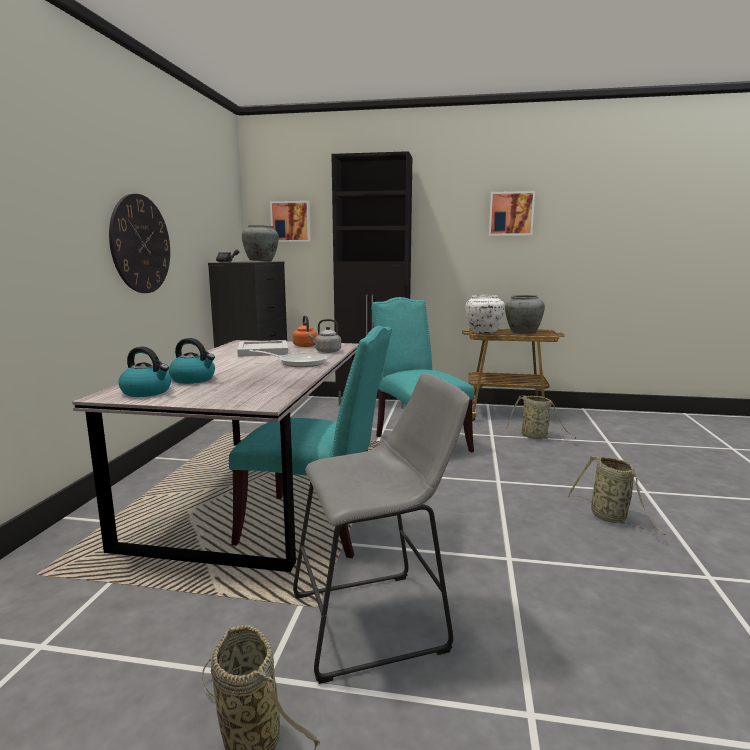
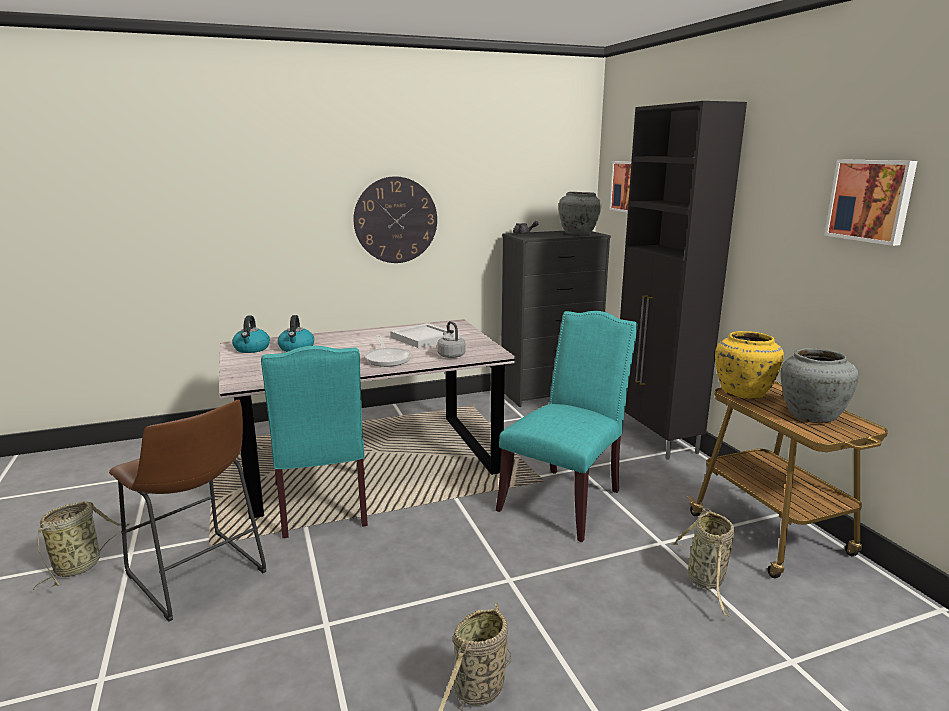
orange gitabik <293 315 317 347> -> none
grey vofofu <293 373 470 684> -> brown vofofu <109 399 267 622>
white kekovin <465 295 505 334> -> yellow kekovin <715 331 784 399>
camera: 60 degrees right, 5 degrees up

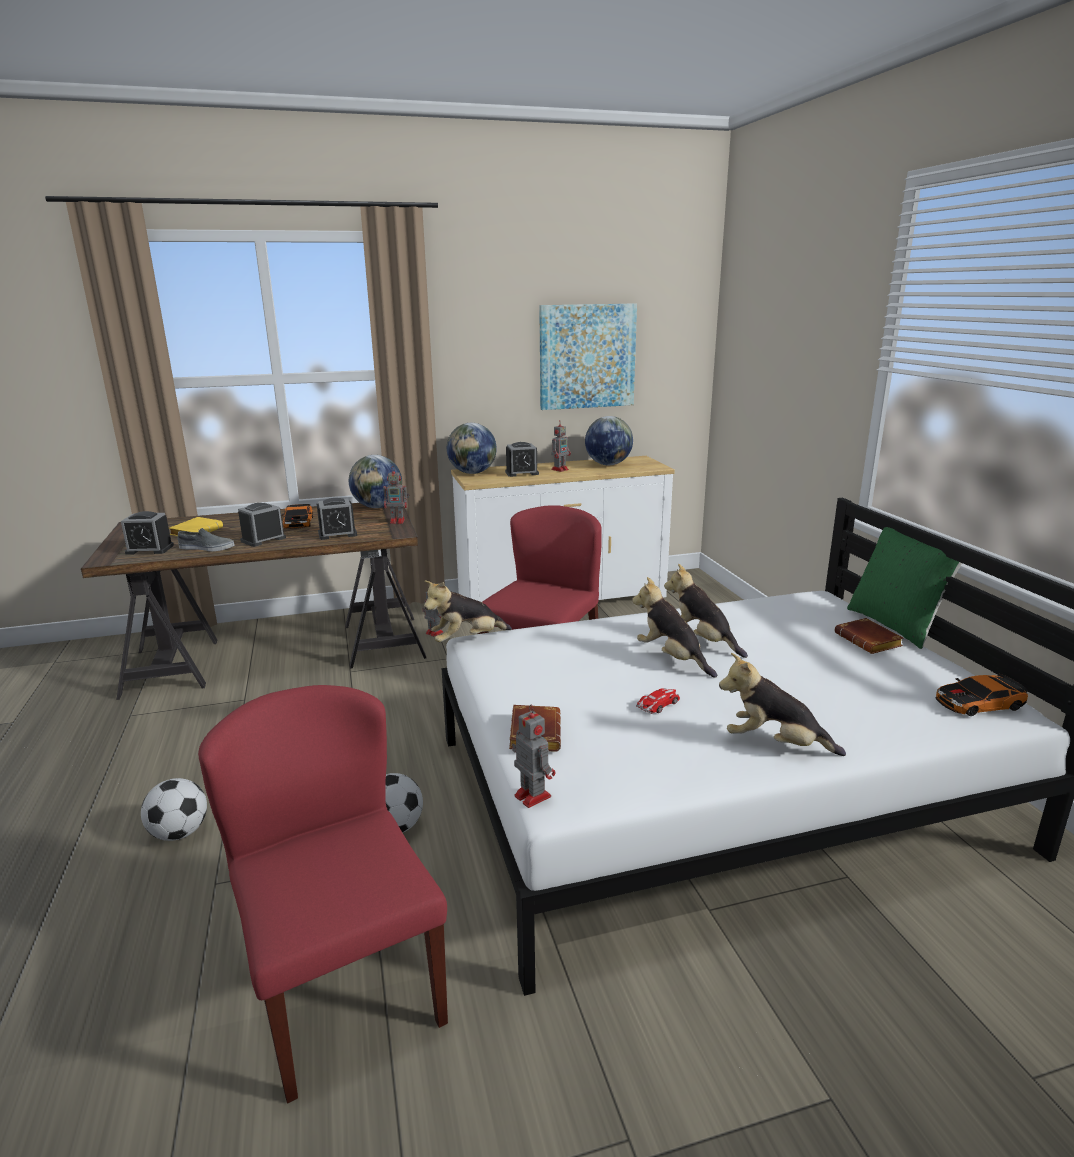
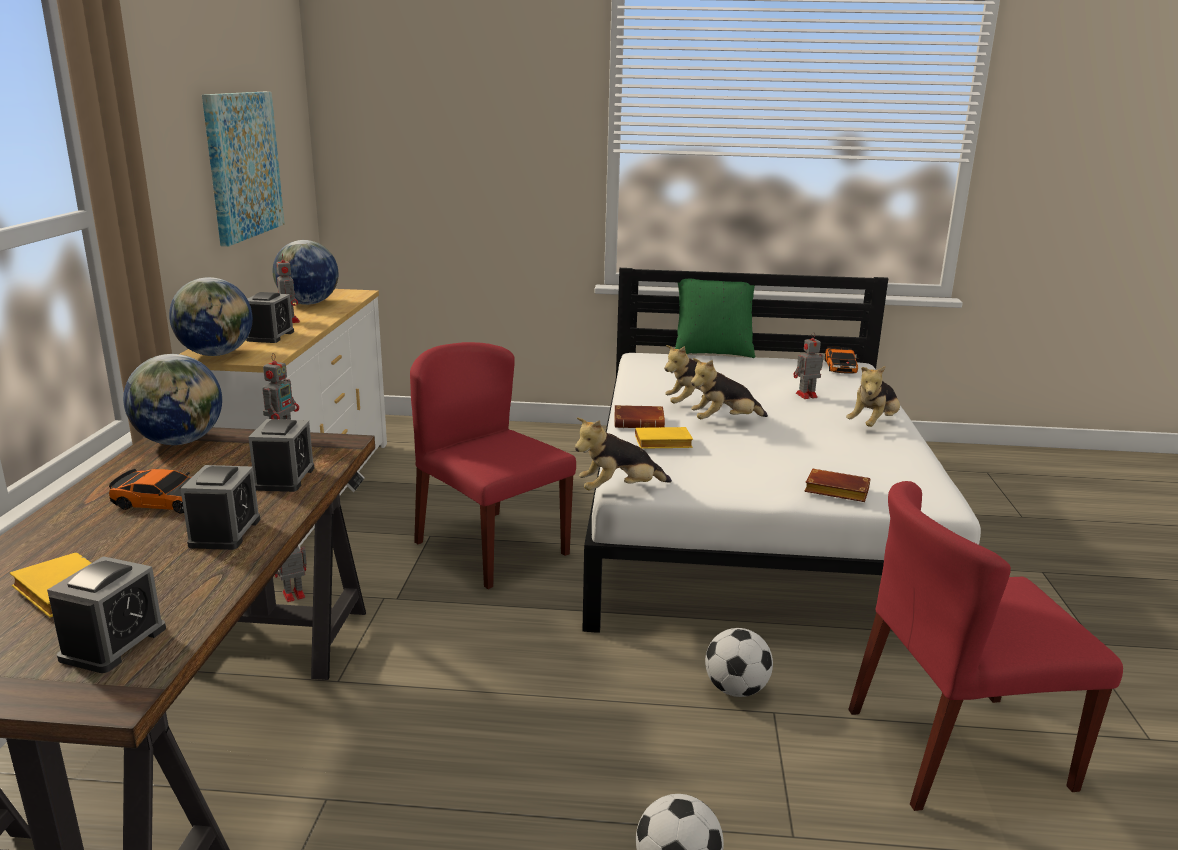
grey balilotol <177 528 235 551> -> none
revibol <238 503 286 547> -> revibol <180 465 260 550>, 150 degrees counterclockwise
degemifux <424 580 512 642> -> degemifux <575 417 672 490>, 75 degrees clockwise
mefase <512 705 555 808> -> mefase <793 332 824 399>, relocated
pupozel <636 688 680 714> -> none
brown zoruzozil <835 618 904 654> -> brown zoruzozil <614 405 665 428>, relocated
none -> yellow zoruzozil <635 427 693 449>
camera: 70 degrees left, 0 degrees up

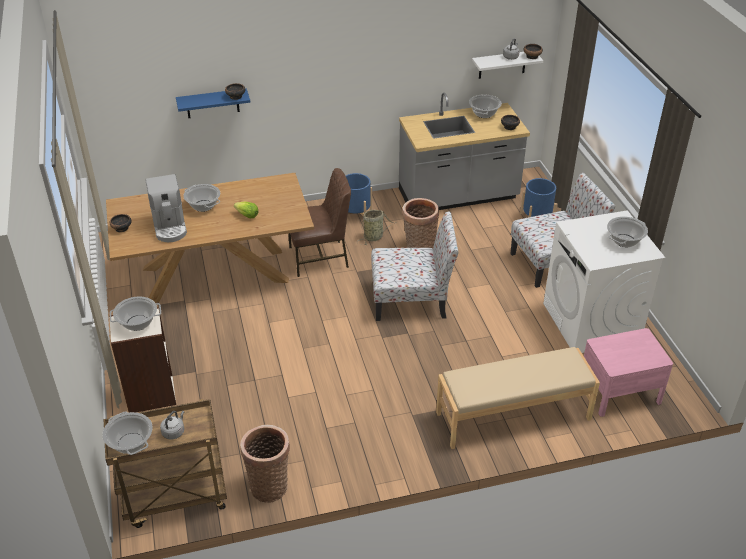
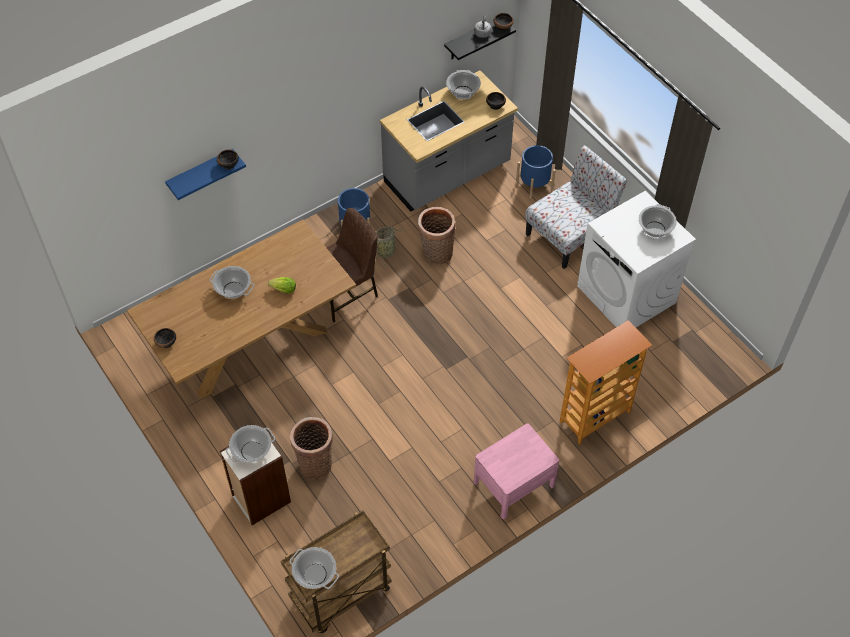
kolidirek <145 174 187 242> -> none
grey gitabik <160 411 184 439> -> none
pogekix <240 425 290 503> -> pogekix <290 417 333 480>, relocated
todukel <371 212 459 321> -> none
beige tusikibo <436 347 600 449> -> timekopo <560 320 652 445>
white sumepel <472 52 543 79> -> black sumepel <444 21 516 60>
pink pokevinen <584 328 673 417> -> pink pokevinen <474 424 559 520>, relocated
camera: 20 degrees left, 15 degrees up

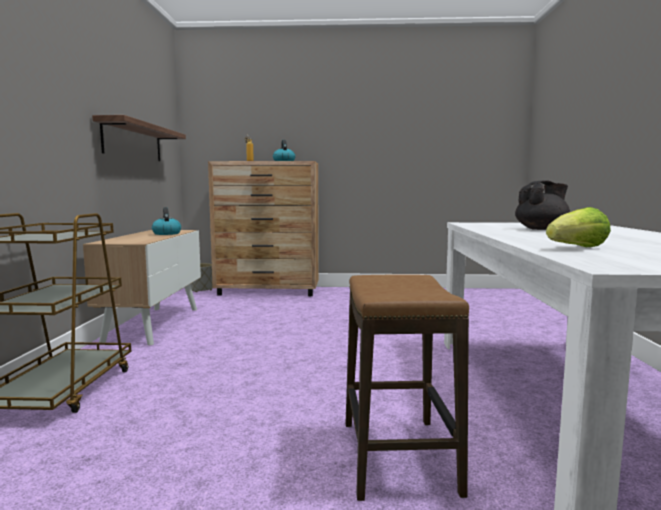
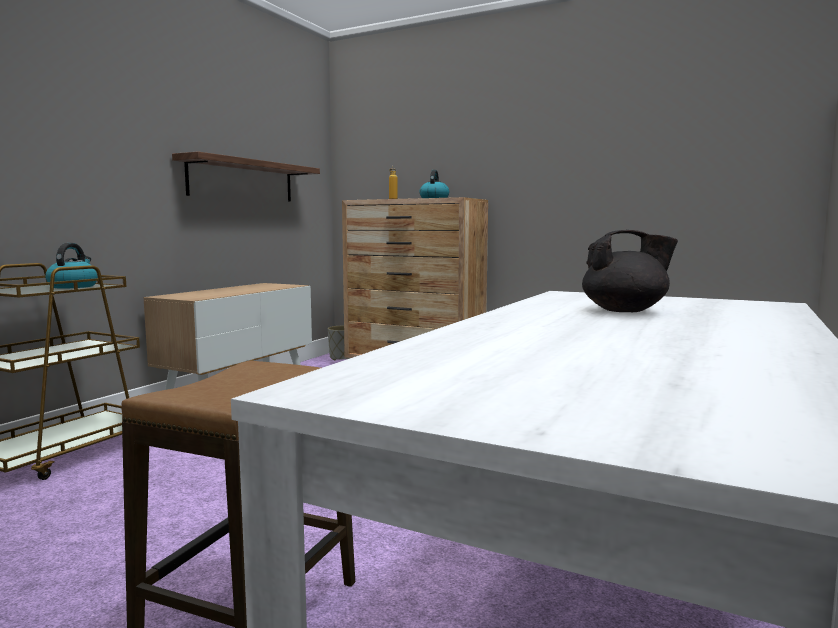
gitabik <152 207 181 235> -> gitabik <45 243 98 288>, relocated
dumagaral <546 207 611 247> -> none
camera: 25 degrees right, 0 degrees up

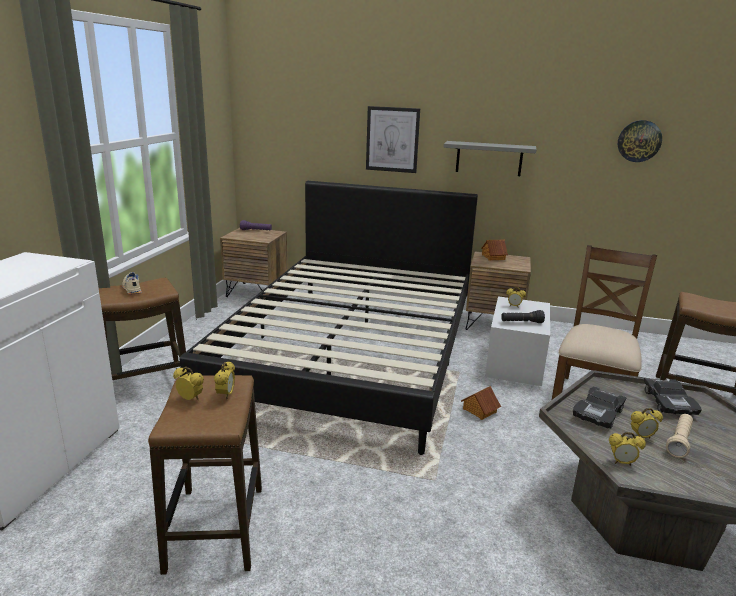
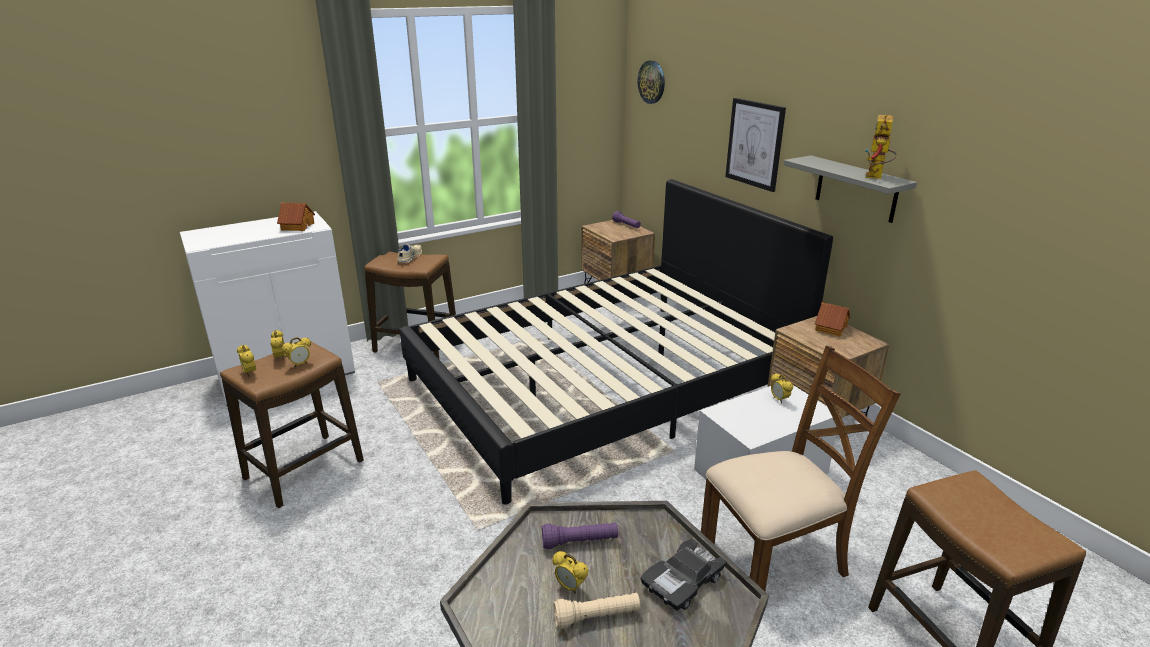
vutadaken <461 386 501 420> -> vutadaken <277 202 315 231>, relocated
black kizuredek <501 310 545 323> -> none
black pupozel <573 386 627 429> -> purple kizuredek <542 523 618 549>
revibol <609 432 646 466> -> revibol <237 345 256 376>, relocated
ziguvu <618 120 662 162> -> ziguvu <638 60 665 104>, relocated
none -> mefase <865 115 897 179>
camera: 45 degrees right, 5 degrees up

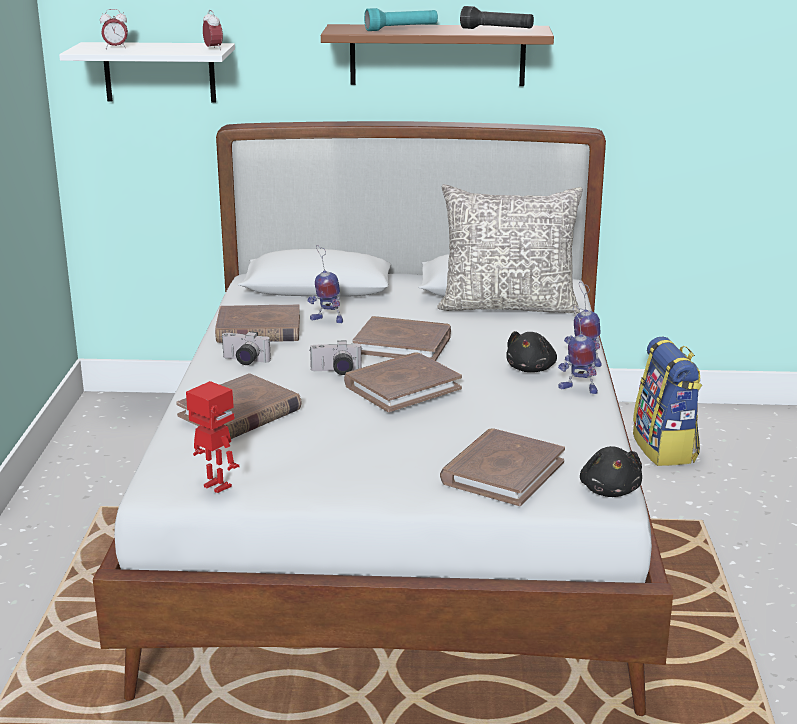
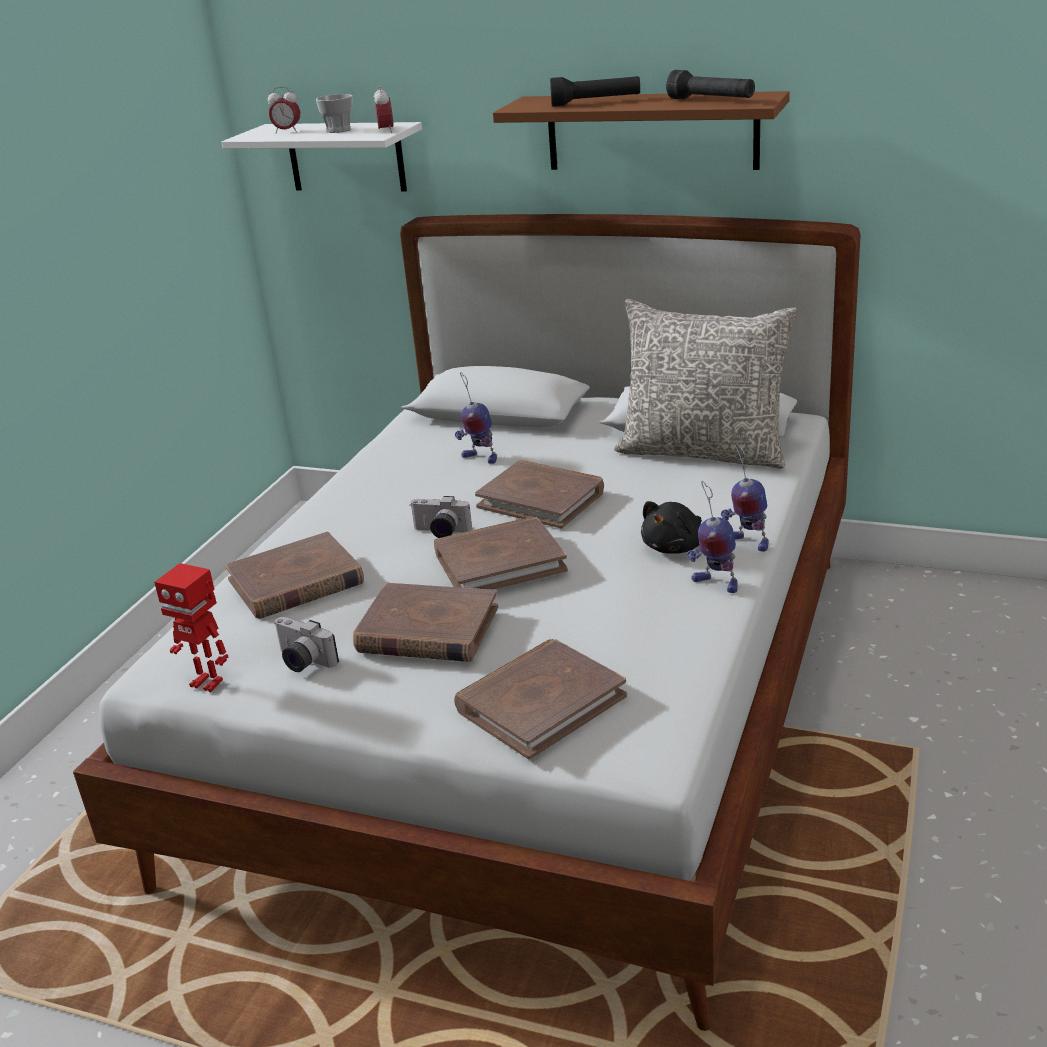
mefase <186 381 239 493> -> mefase <154 563 228 692>, 150 degrees clockwise
brown zoruzozil <215 304 300 343> -> brown zoruzozil <353 583 498 662>, relocated
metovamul <221 331 271 365> -> metovamul <274 617 339 672>, relocated
turquoise kizuredek <364 8 438 31> -> black kizuredek <550 76 640 106>
black degemifux <580 446 642 497> -> none
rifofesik <633 336 702 466> -> none
none -> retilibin <316 94 352 133>
camera: 20 degrees right, 5 degrees up

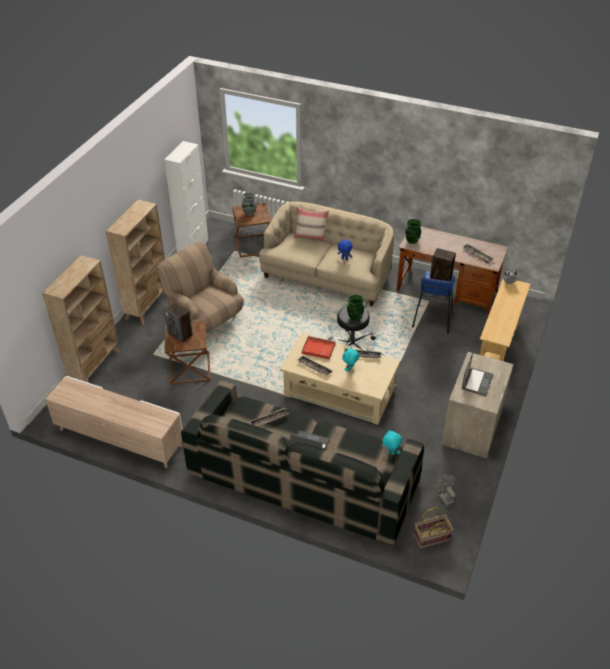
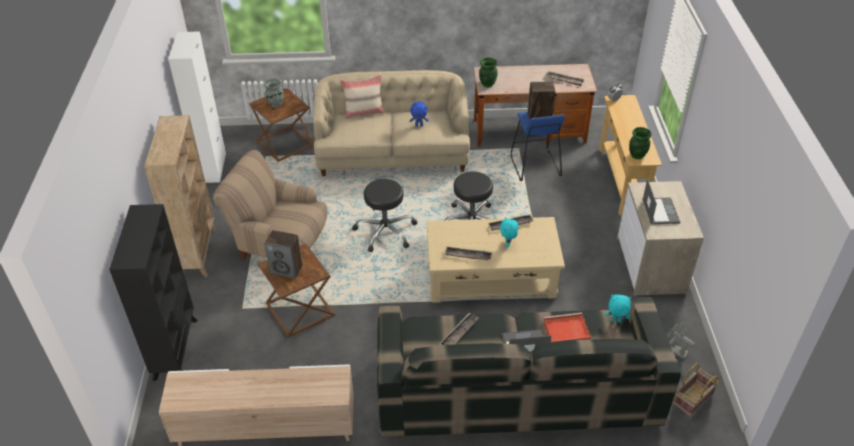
beige timekopo <42 255 120 383> -> black timekopo <109 204 198 382>
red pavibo <302 336 336 359> -> red pavibo <544 313 591 342>, relocated
green kekovin <347 295 364 321> -> green kekovin <629 127 652 159>, relocated
none -> black vofofu <352 179 418 252>
camera: 25 degrees left, 0 degrees up

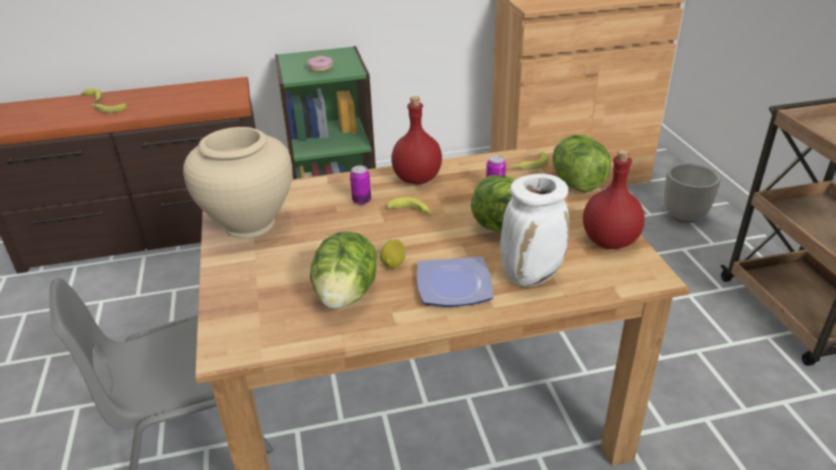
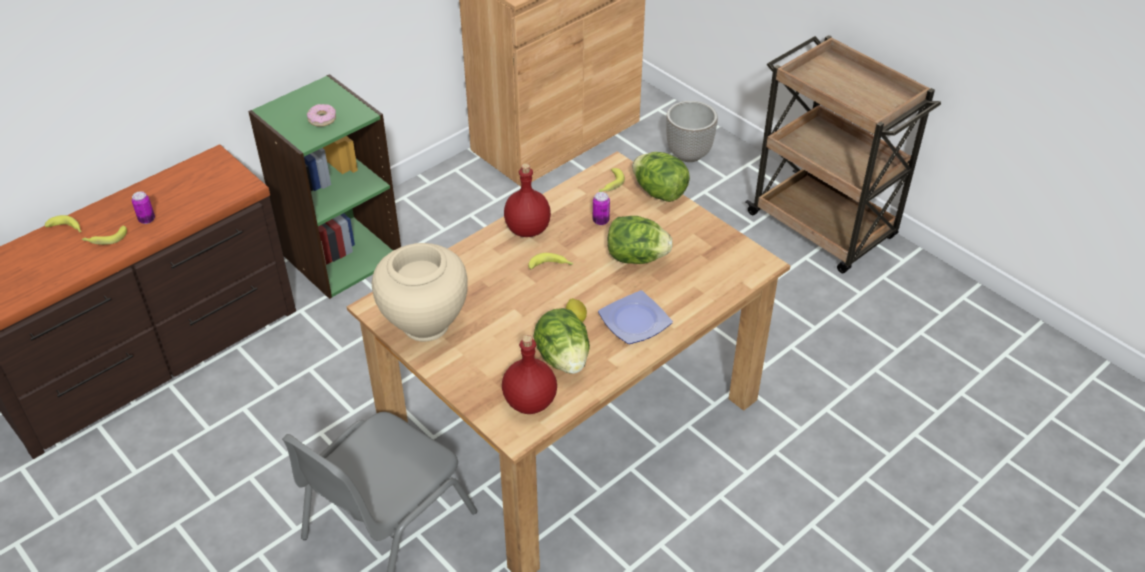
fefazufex <350 166 371 205> -> fefazufex <132 191 155 224>, relocated
white kekovin <500 174 569 287> -> none
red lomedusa <583 149 645 249> -> red lomedusa <502 335 557 414>, relocated
camera: 30 degrees left, 10 degrees up

